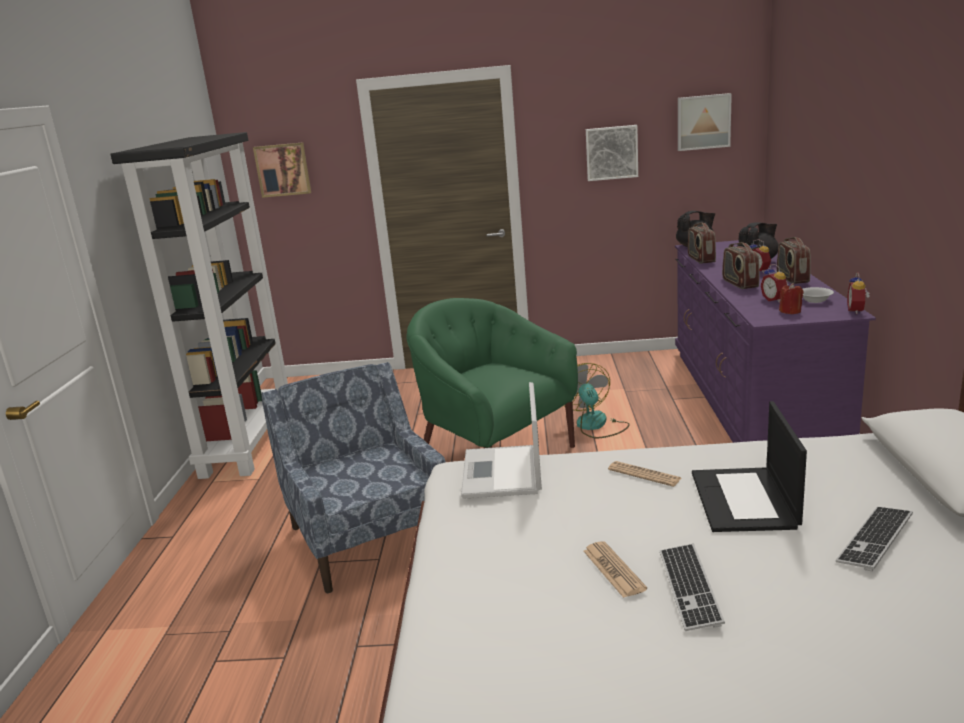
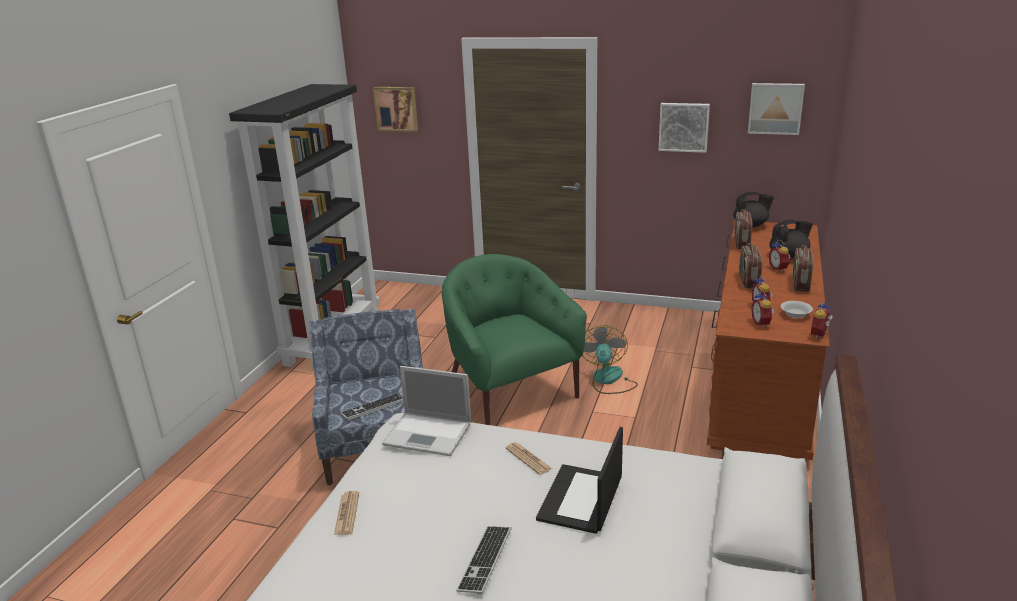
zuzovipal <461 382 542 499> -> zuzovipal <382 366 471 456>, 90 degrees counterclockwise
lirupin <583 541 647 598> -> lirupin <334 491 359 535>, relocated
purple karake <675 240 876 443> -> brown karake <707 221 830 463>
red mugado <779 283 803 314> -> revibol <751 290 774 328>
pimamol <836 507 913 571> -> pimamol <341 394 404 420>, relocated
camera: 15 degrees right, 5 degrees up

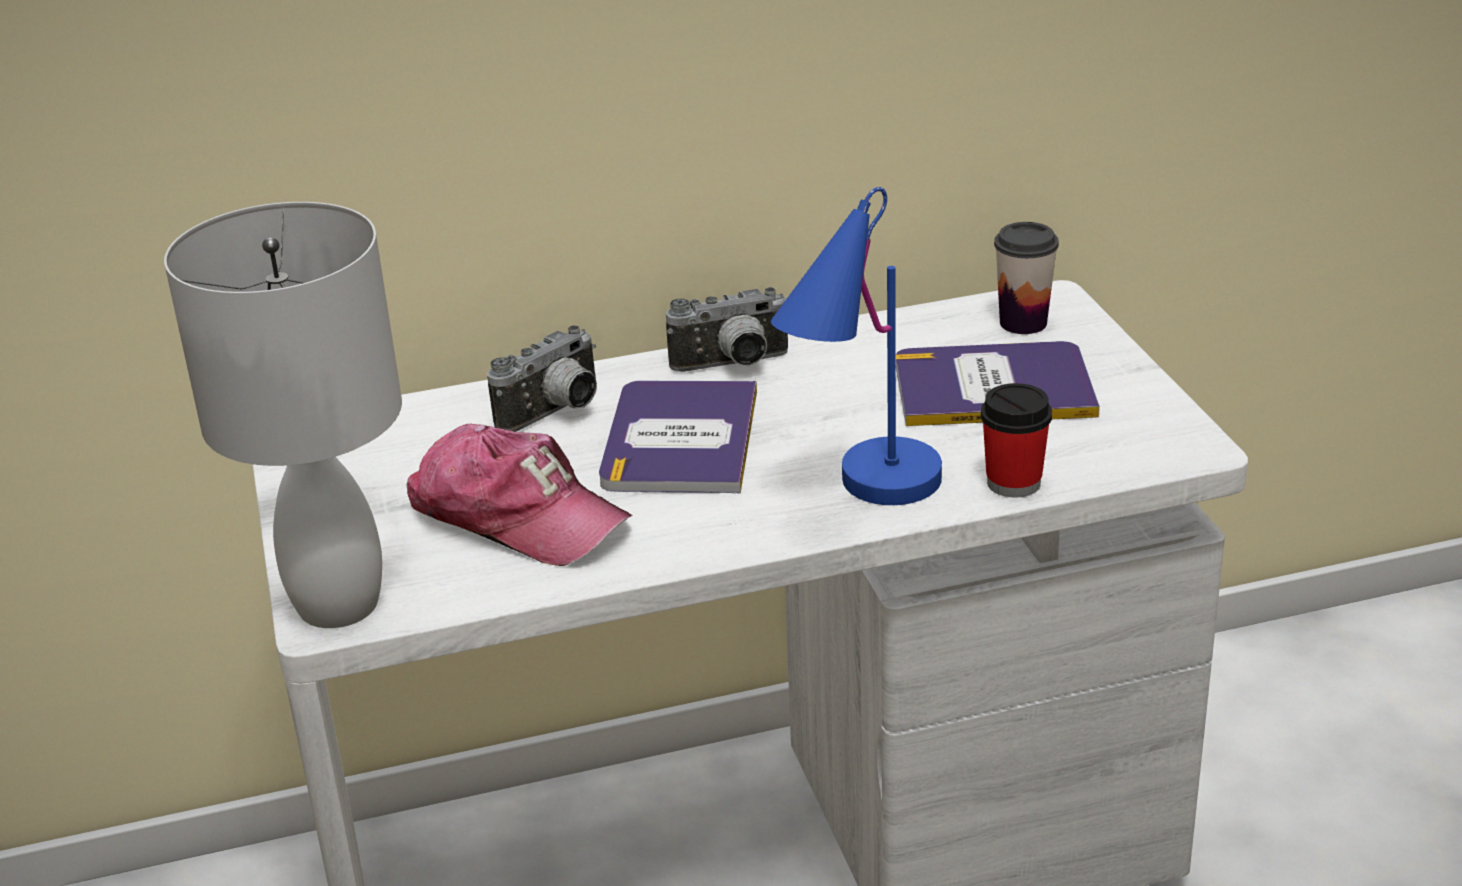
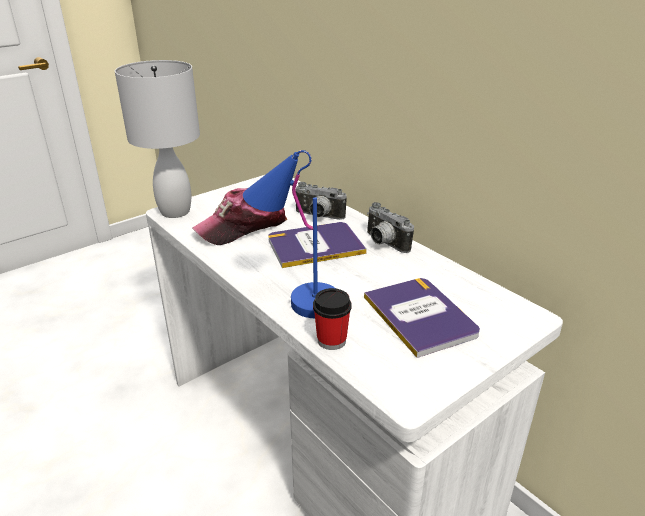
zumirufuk <407 424 632 566> -> zumirufuk <192 188 287 245>, 45 degrees clockwise
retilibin <994 222 1059 334> -> none
camera: 65 degrees right, 0 degrees up

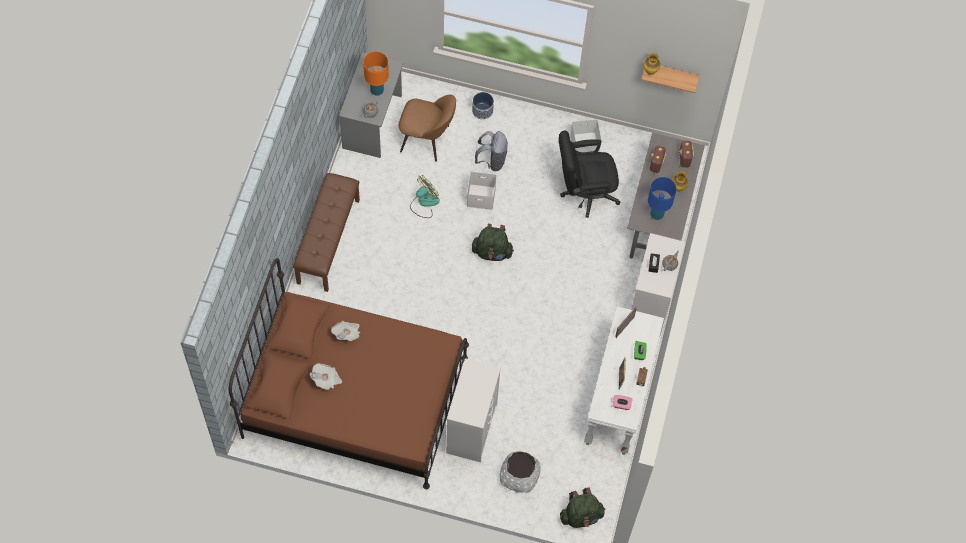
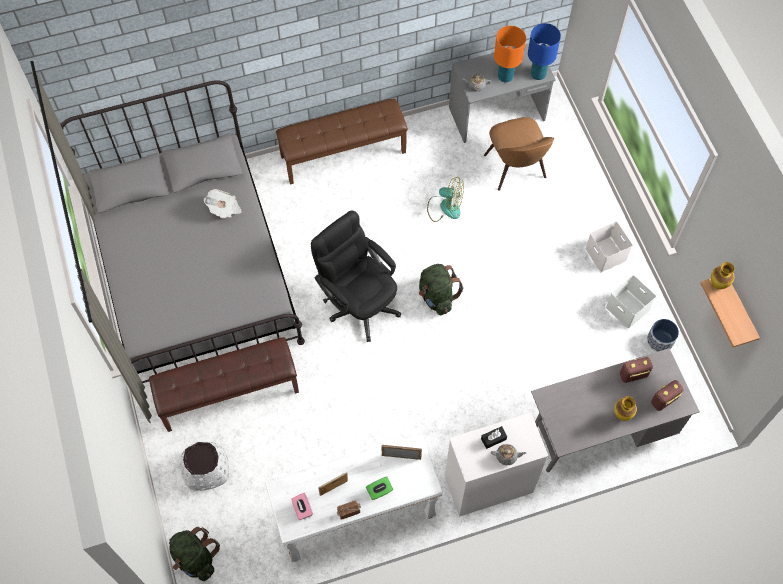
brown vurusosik <229 258 469 489> -> grey vurusosik <61 80 305 383>
lirupin <310 363 342 390> -> none
white karake <446 358 501 462> -> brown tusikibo <149 337 299 432>
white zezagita <467 172 496 210> -> white zezagita <585 221 633 272>, relocated
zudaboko <472 92 494 120> -> zudaboko <647 319 679 352>, relocated
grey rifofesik <475 131 508 171> -> none
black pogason <559 131 621 218> -> black pogason <311 210 401 342>, relocated
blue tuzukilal <648 177 676 220> -> blue tuzukilal <528 23 561 80>, relocated
camera: 60 degrees right, 0 degrees up

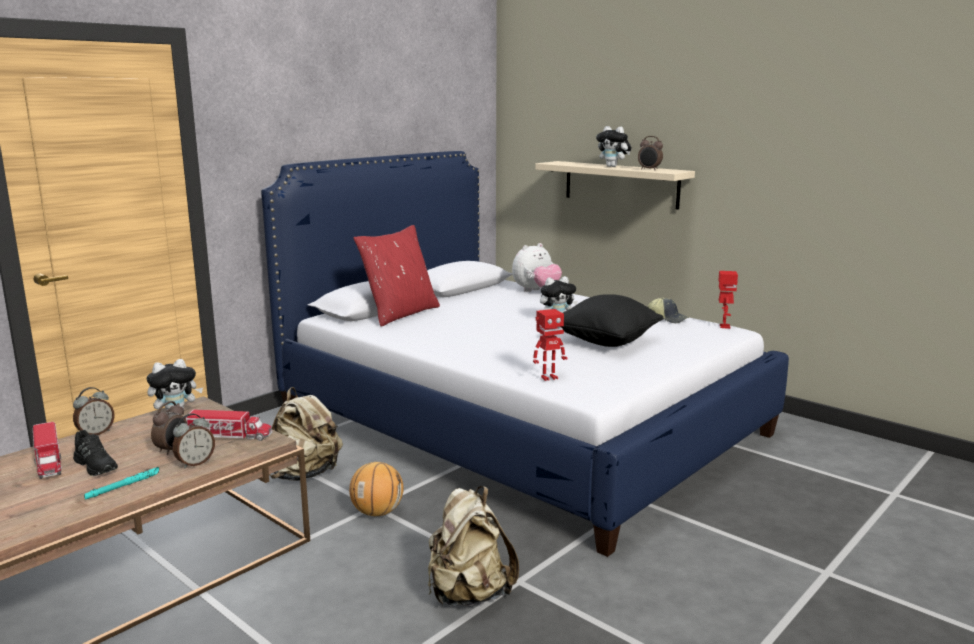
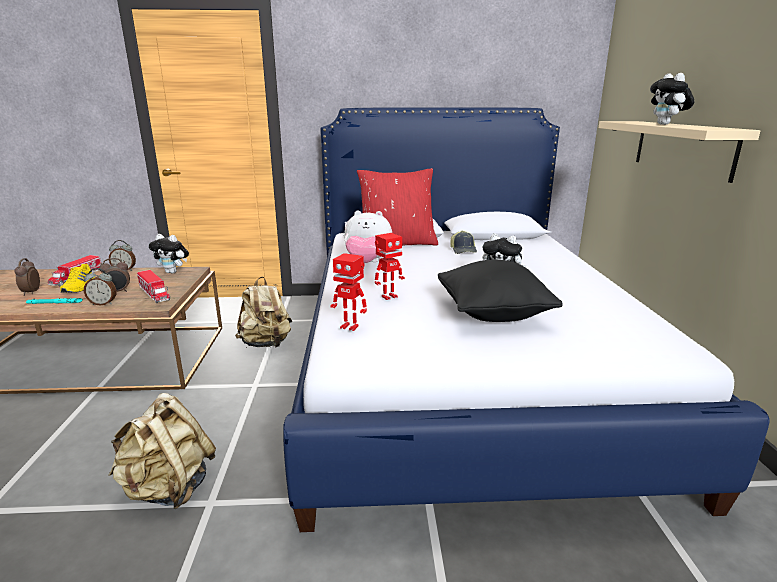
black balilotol <73 430 118 476> -> yellow balilotol <60 264 95 293>
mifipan <349 462 404 516> -> none
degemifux <512 243 562 292> -> degemifux <344 210 392 263>, relocated
revibol <638 136 663 170> -> revibol <14 258 40 296>, relocated
zumirufuk <648 298 689 323> -> zumirufuk <450 231 477 254>, relocated
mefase <718 271 738 329> -> mefase <375 233 405 300>, relocated
camera: 45 degrees right, 5 degrees up

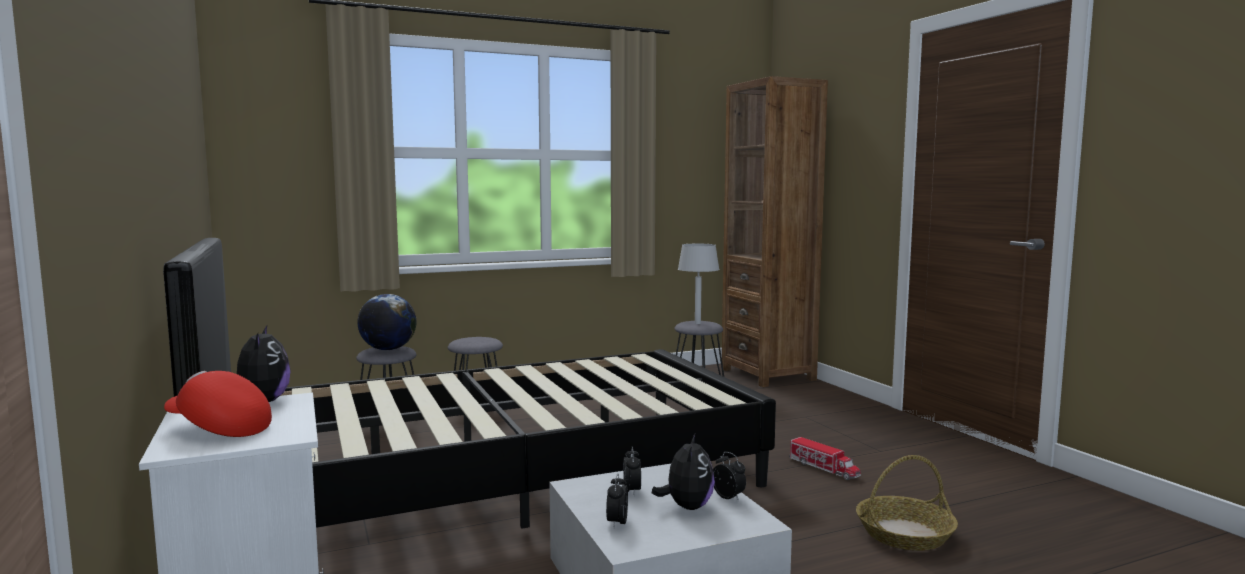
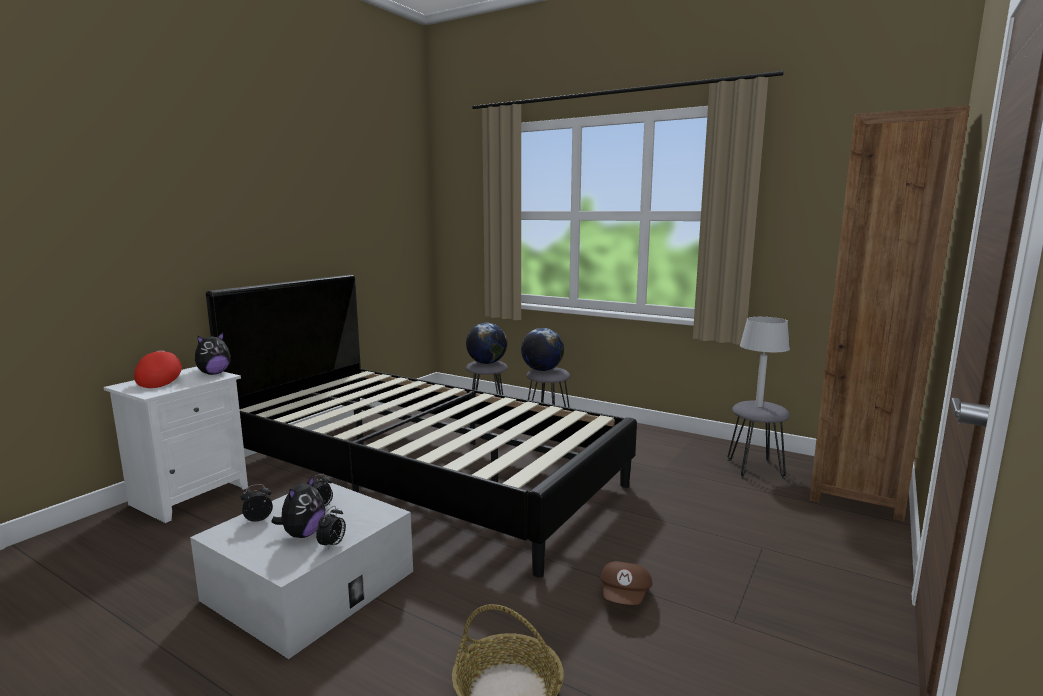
degemifux <652 434 715 510> -> degemifux <271 475 325 538>, 45 degrees counterclockwise
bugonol <789 437 861 480> -> brown zumirufuk <600 561 652 605>
none -> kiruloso <521 328 564 371>
camera: 55 degrees right, 5 degrees up

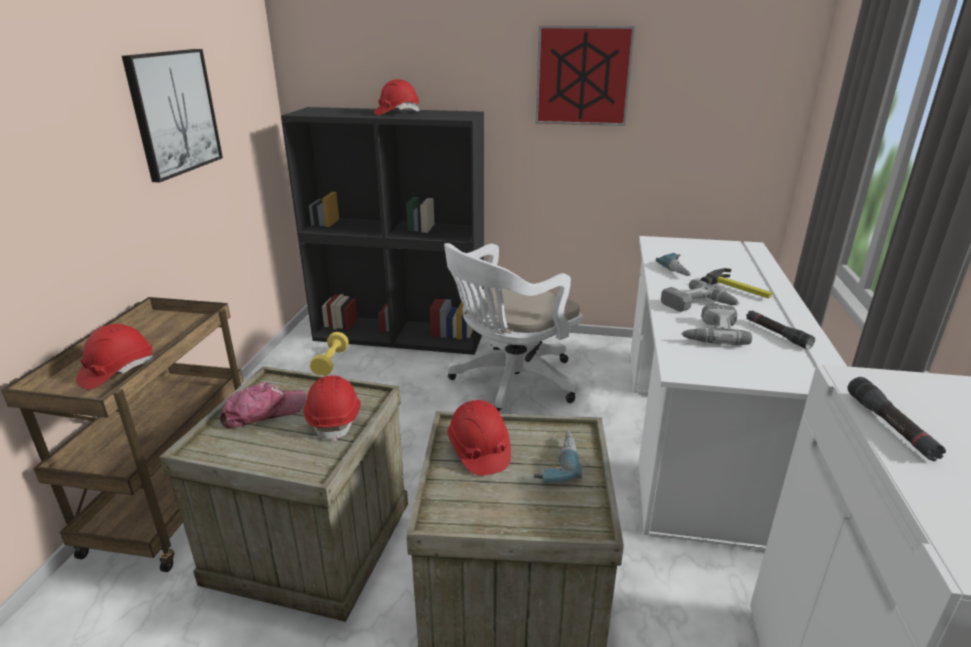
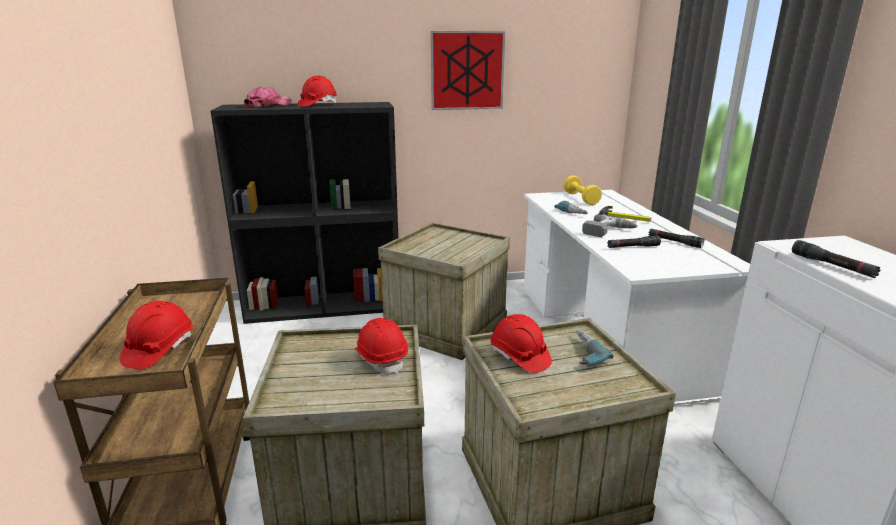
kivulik <122 49 223 183> -> none
zumirufuk <220 382 306 429> -> zumirufuk <244 86 292 108>, relocated
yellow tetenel <310 332 349 376> -> yellow tetenel <563 175 602 205>, relocated
white pogason <444 243 582 411> -> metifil <378 222 510 360>
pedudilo <681 305 752 345> -> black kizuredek <607 235 661 248>
camera: 20 degrees left, 5 degrees down

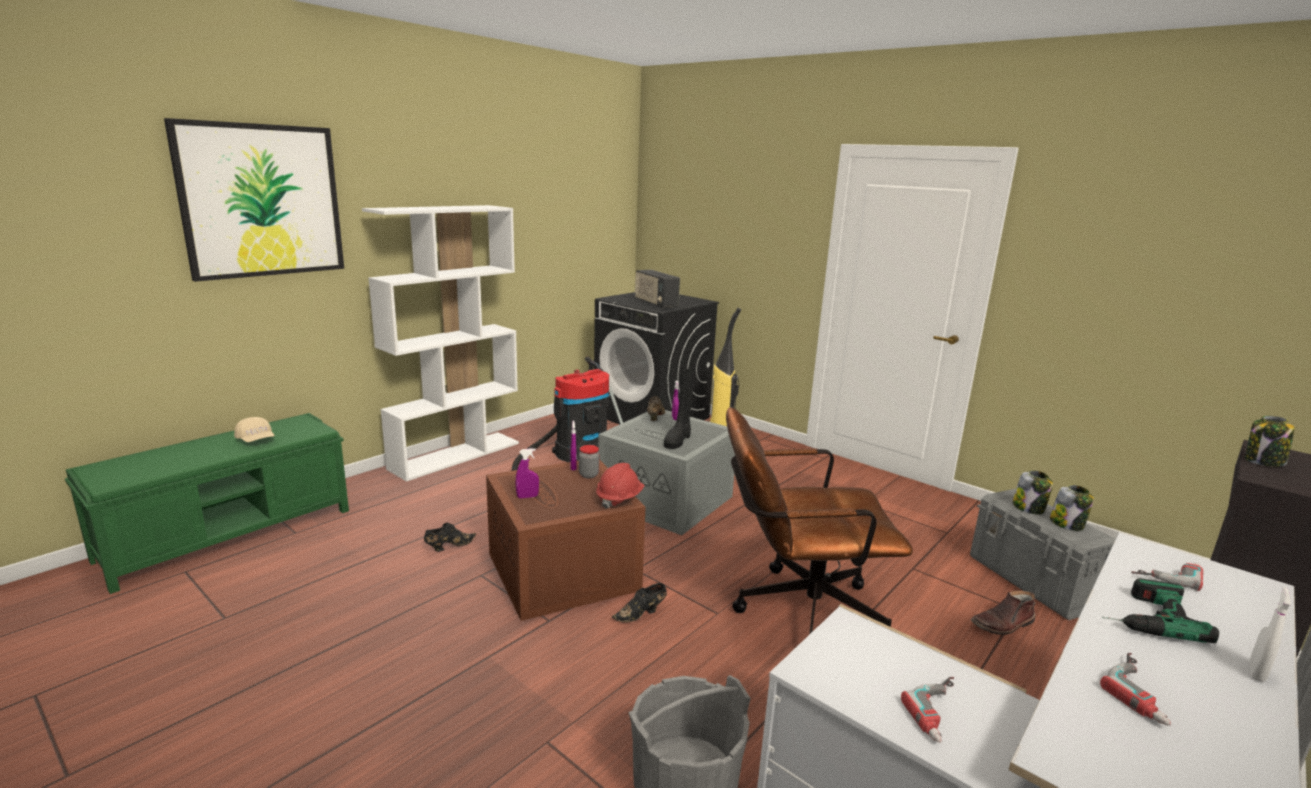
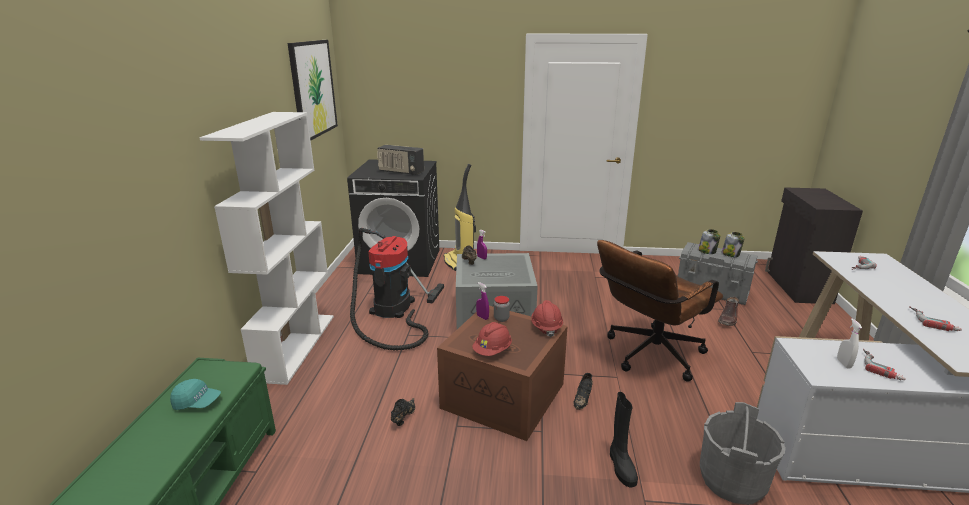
kivulik <164 118 344 282> -> kivulik <288 40 338 140>, relocated
beige zumirufuk <234 417 275 442> -> turquoise zumirufuk <170 379 221 410>
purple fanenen <516 448 539 498> -> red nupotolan <472 322 512 356>
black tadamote <664 368 694 449> -> black tadamote <610 392 638 487>, relocated
pedudilo <1102 578 1219 643> -> none
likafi <1245 416 1295 467> -> none
white fanenen <1249 587 1291 682> -> white fanenen <837 318 862 368>, relocated
camera: 35 degrees left, 5 degrees up

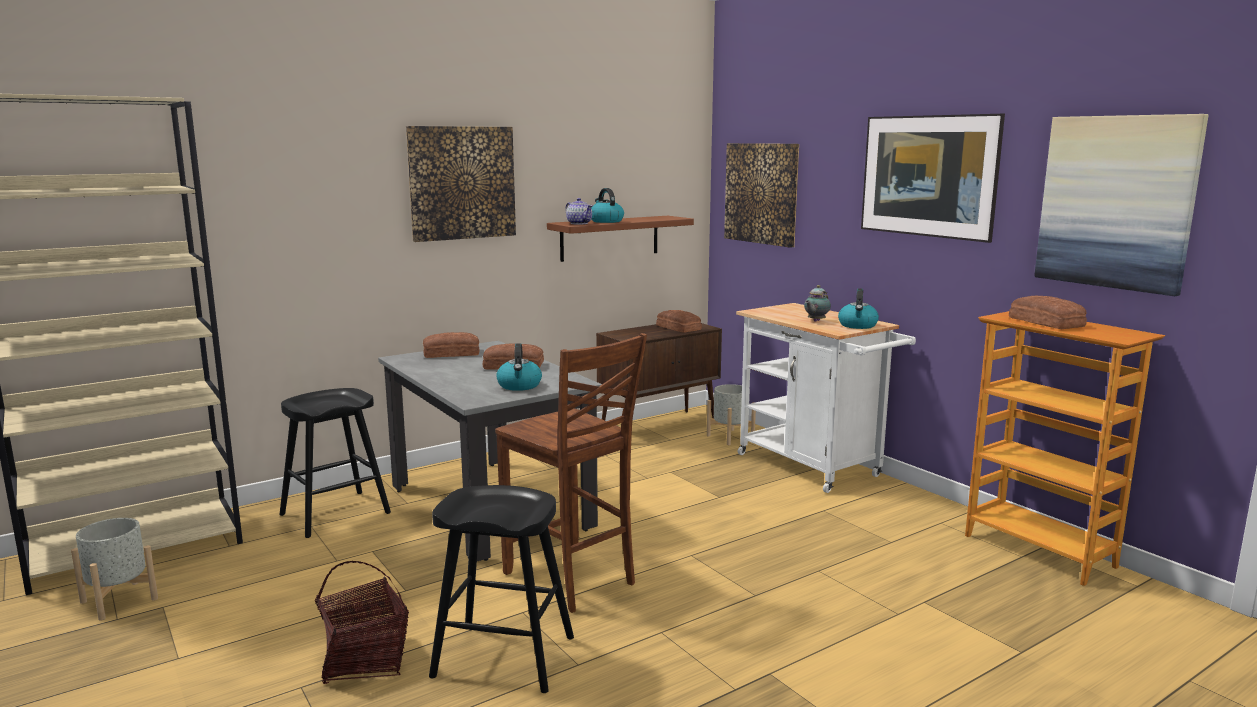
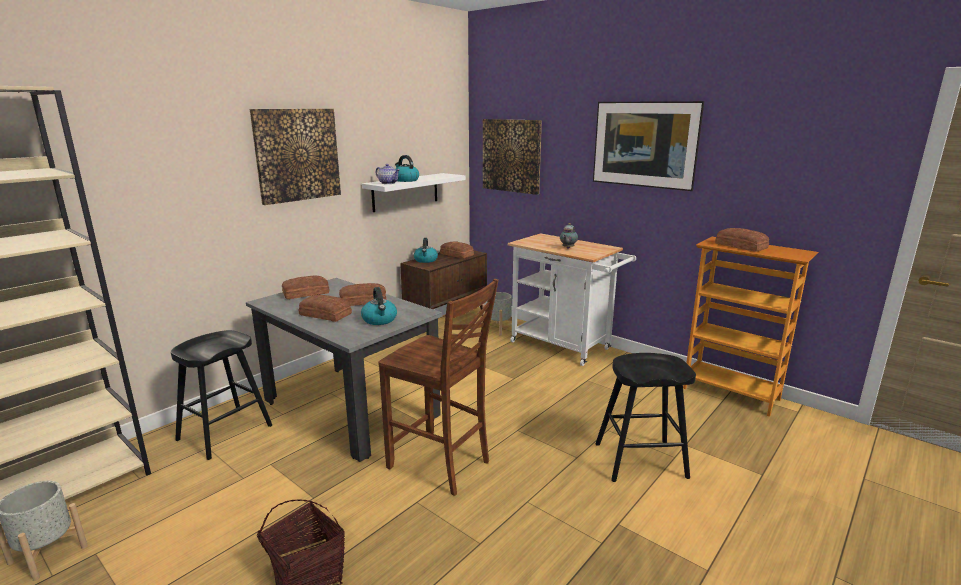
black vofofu <429 485 574 693> -> black vofofu <596 353 696 482>, relocated
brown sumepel <547 216 694 262> -> white sumepel <362 173 466 212>
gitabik <838 288 879 329> -> gitabik <414 238 438 263>, relocated
kivulik <1034 114 1208 296> -> none
none -> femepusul <299 295 352 322>
camera: 15 degrees left, 5 degrees up

